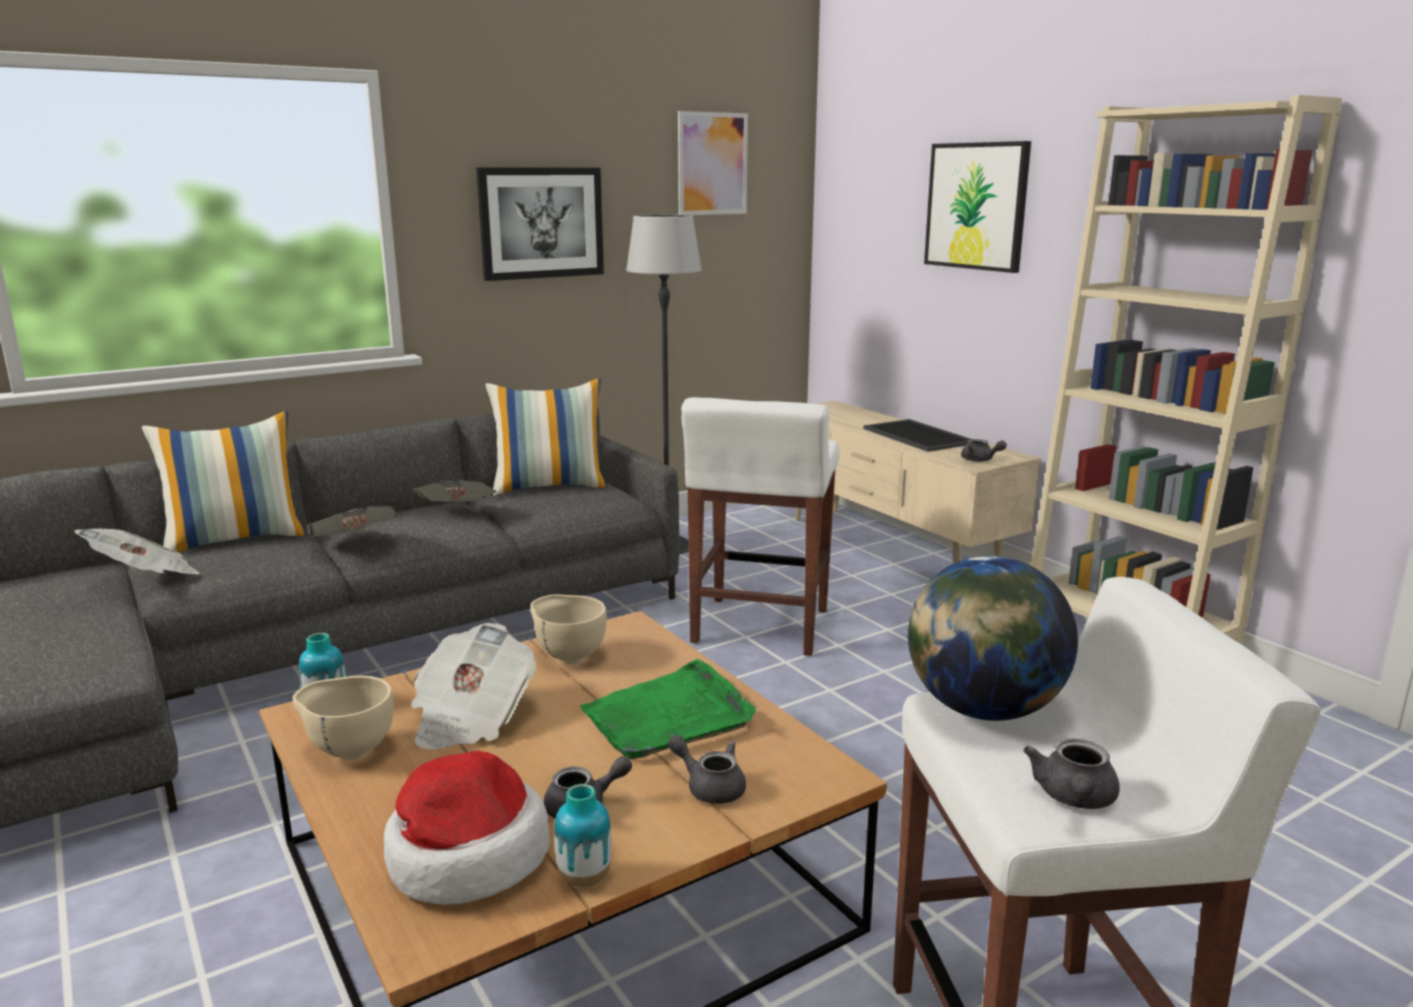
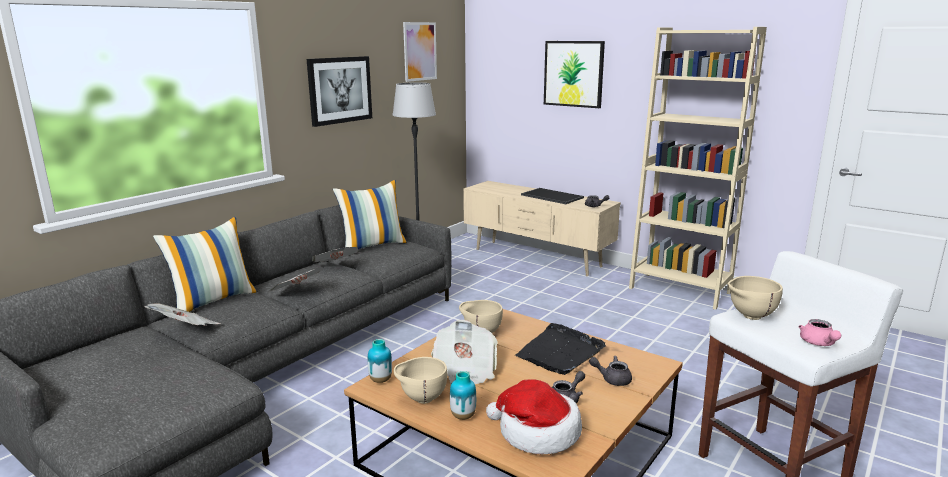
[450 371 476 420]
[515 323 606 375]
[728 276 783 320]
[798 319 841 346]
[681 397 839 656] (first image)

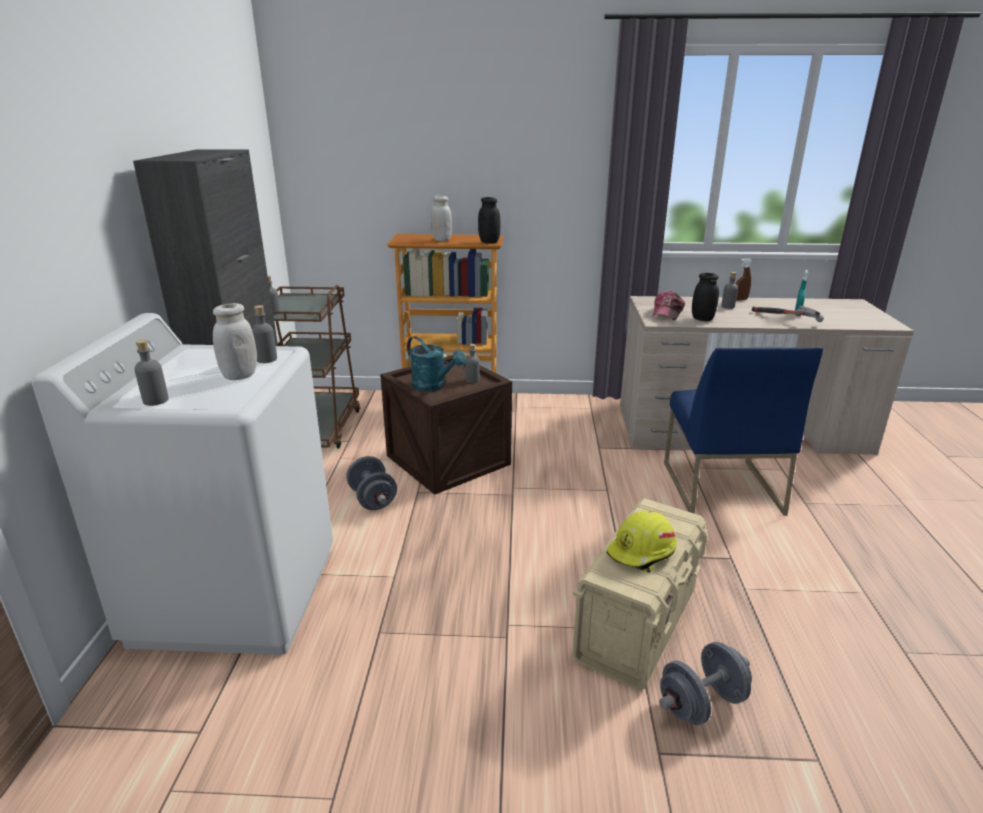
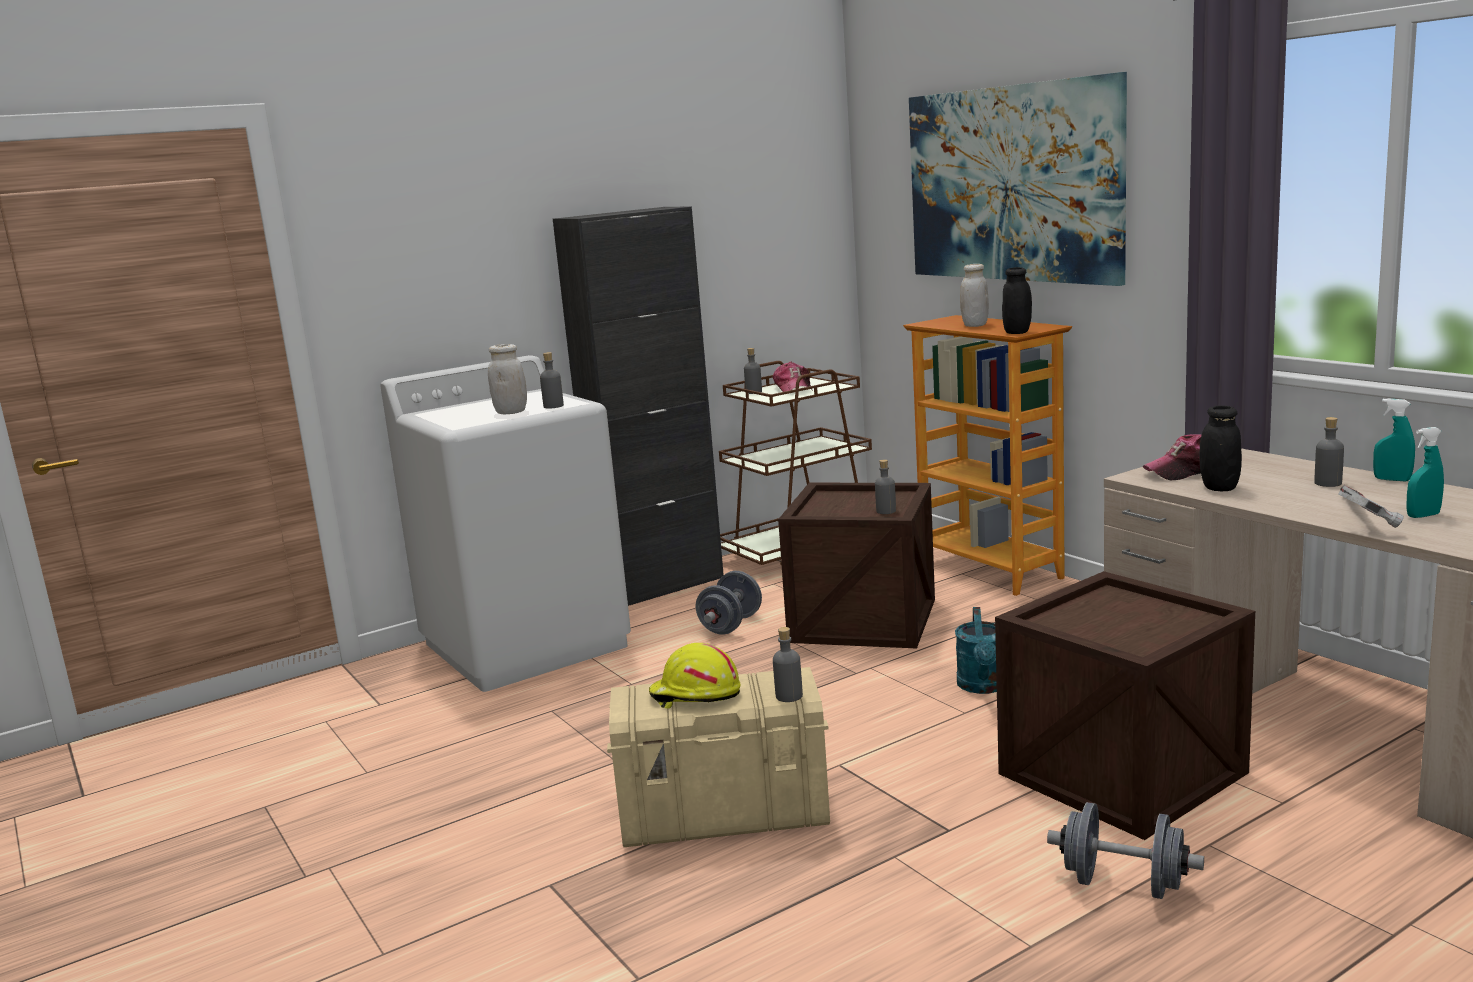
[773 362 813 392]
[773 627 803 702]
[909 72 1127 286]
[955 607 997 694]
[995 571 1255 840]
[1047 802 1204 899]
[1373 398 1415 481]

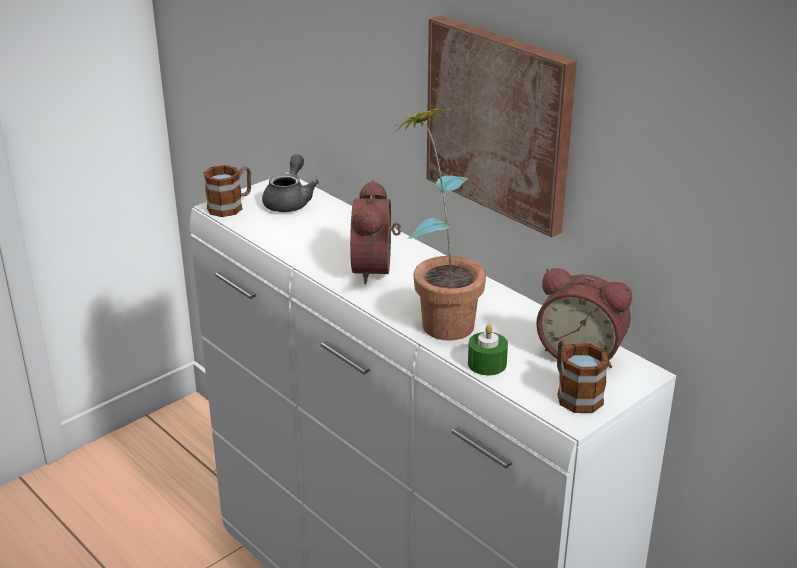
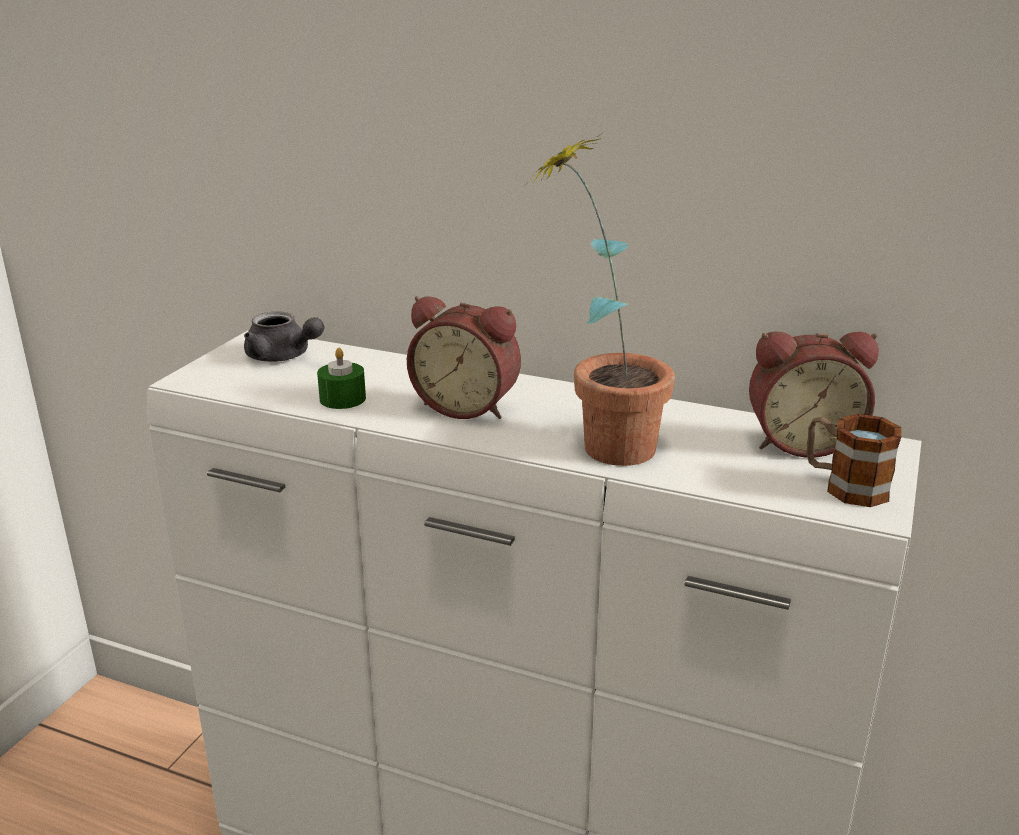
[244 312 324 362]
[317 348 366 409]
[407 296 521 419]
[204 165 251 217] (first image)
[427 15 577 238] (first image)

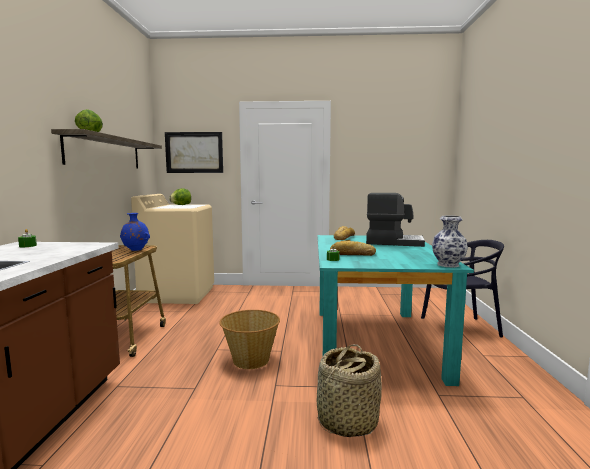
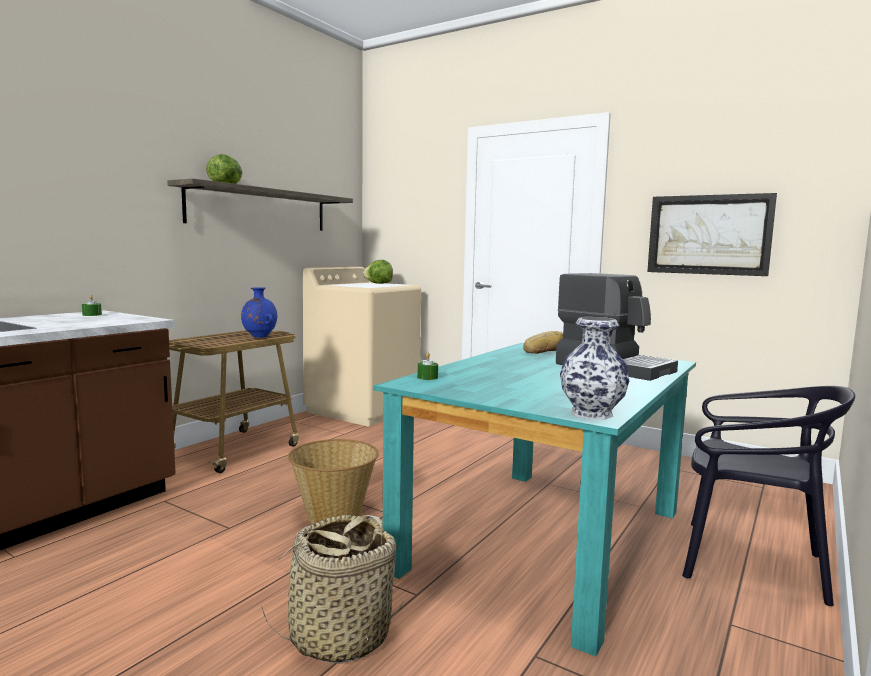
[647 193 777 276]
[330 240 376 256] (first image)

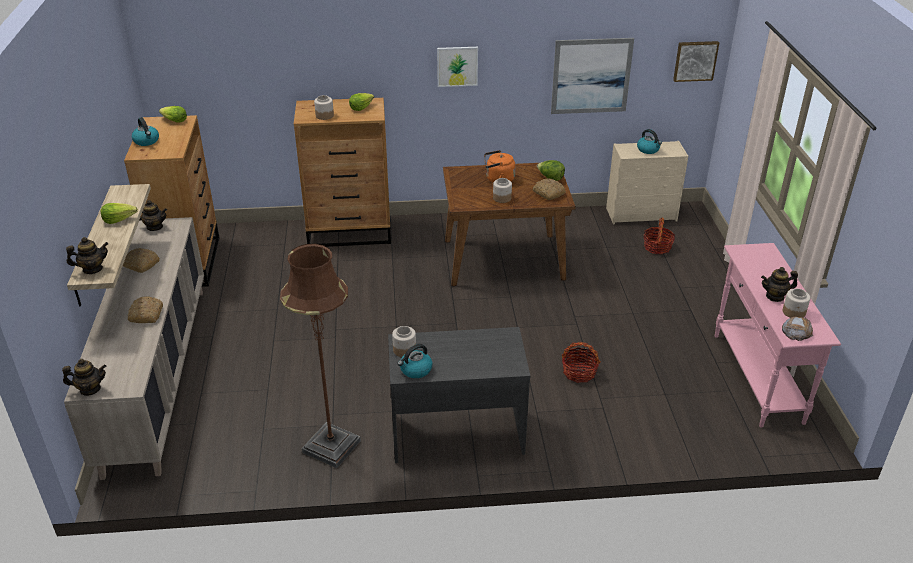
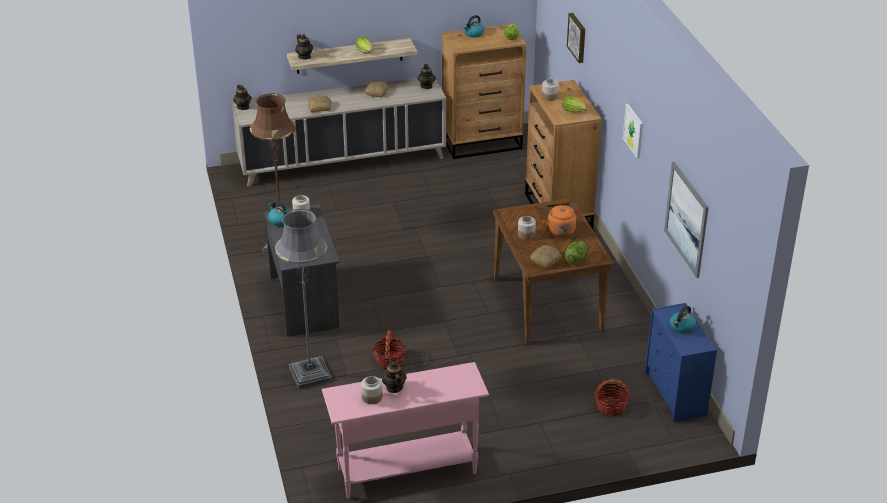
[275 209 332 389]
[567 13 585 63]
[645 303 717 422]
[782 317 813 341] (first image)

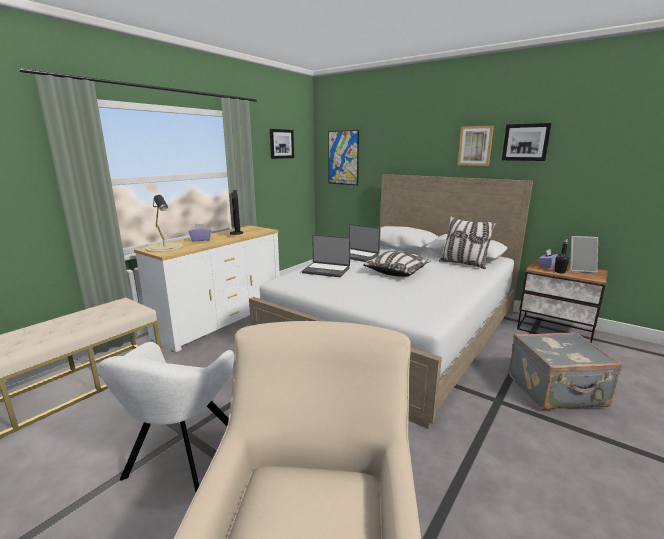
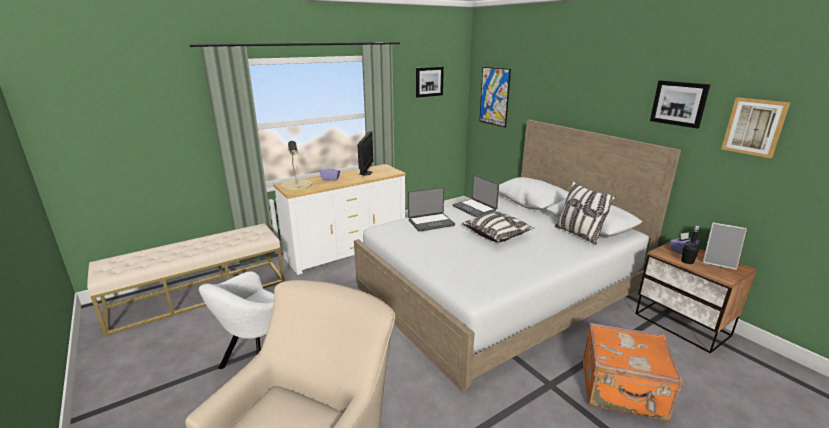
[408 187 455 232]
[583 323 683 421]
[721 97 790 158]

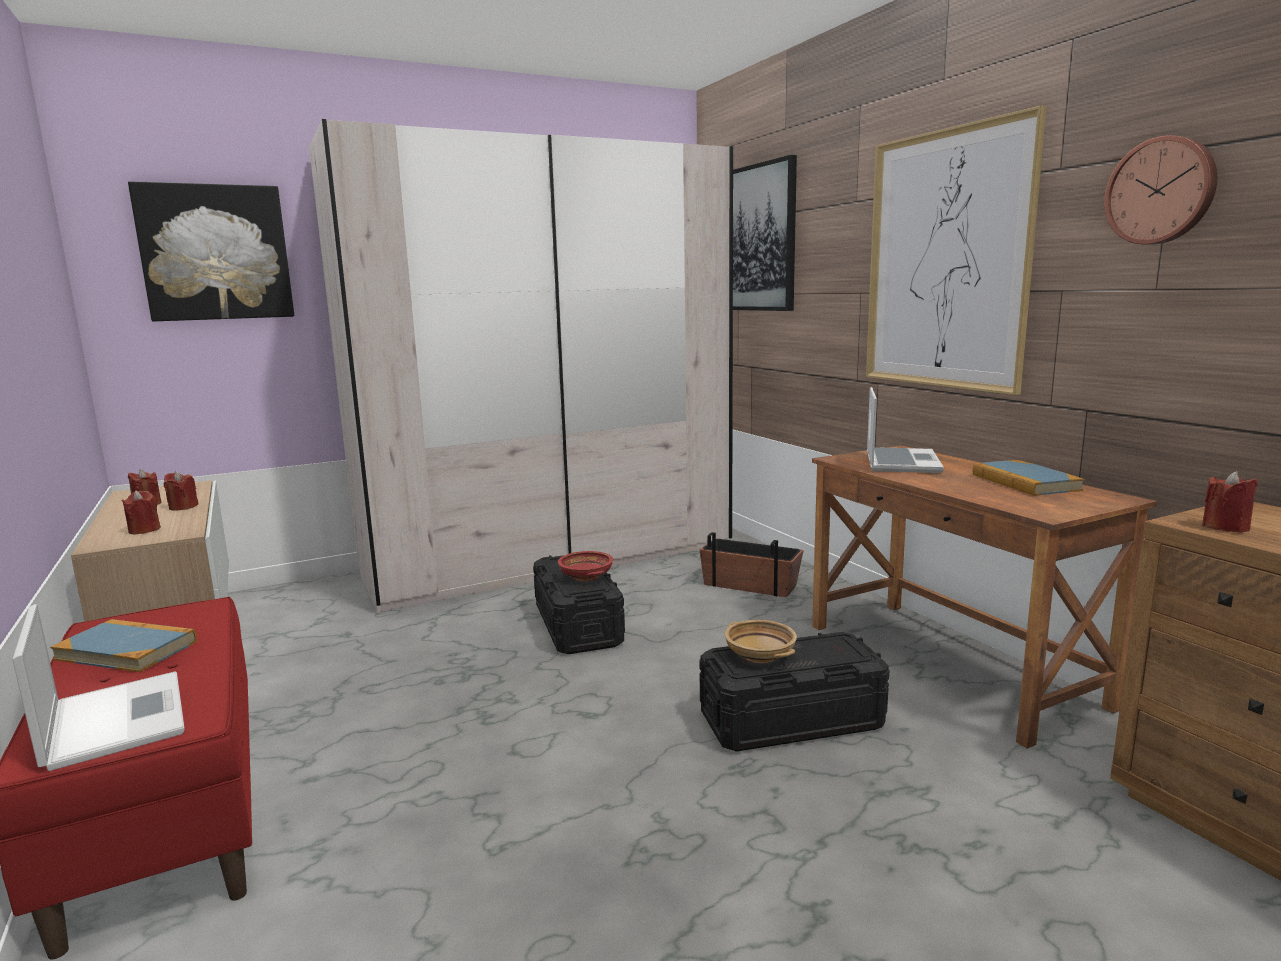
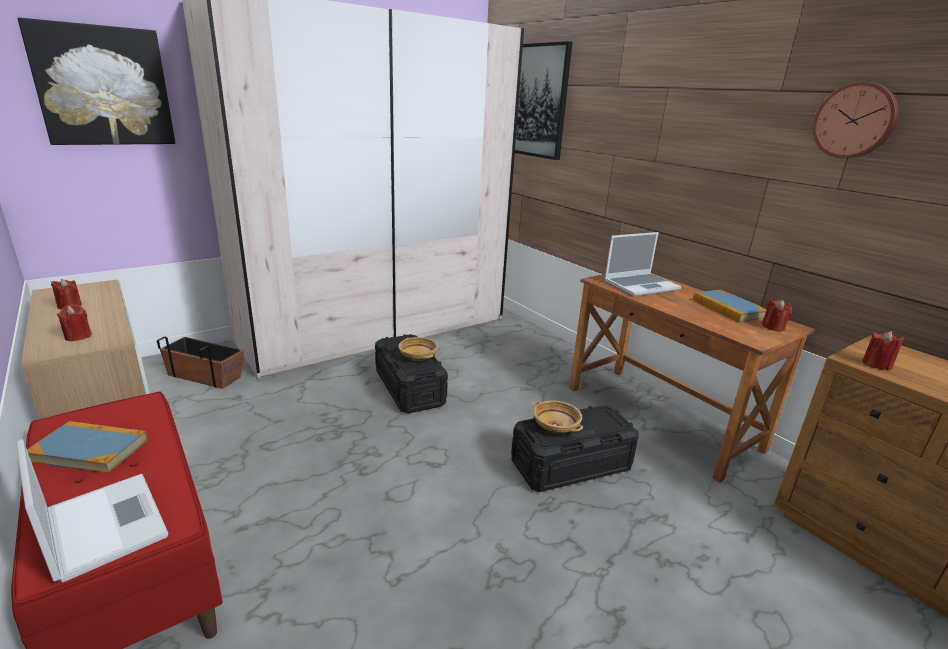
[157 336 244 389]
[398 337 438 361]
[604 232 681 297]
[762 299 792 332]
[866 105 1047 395] (first image)

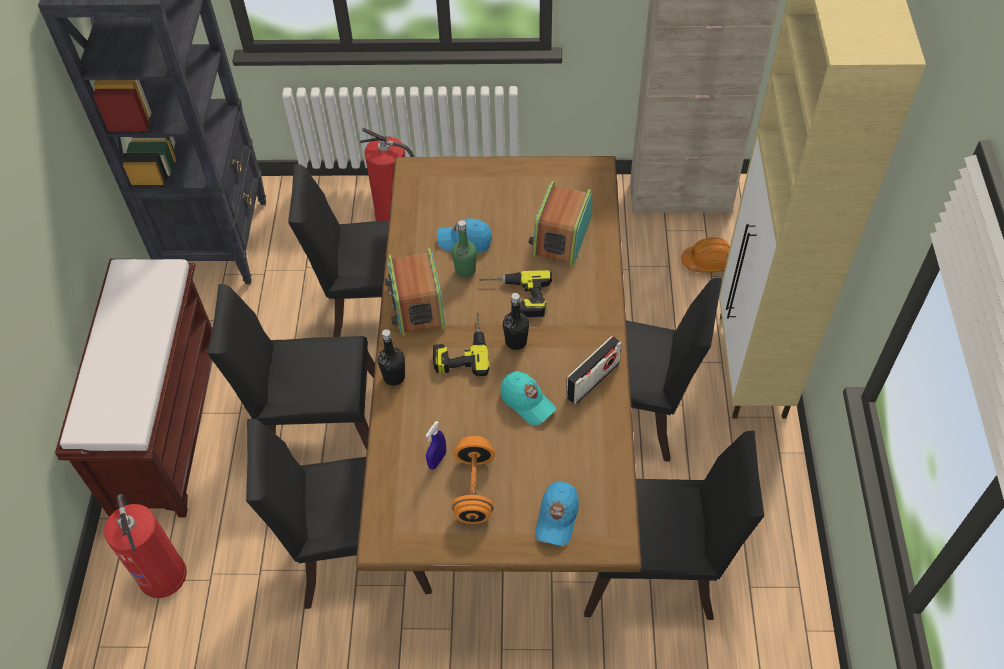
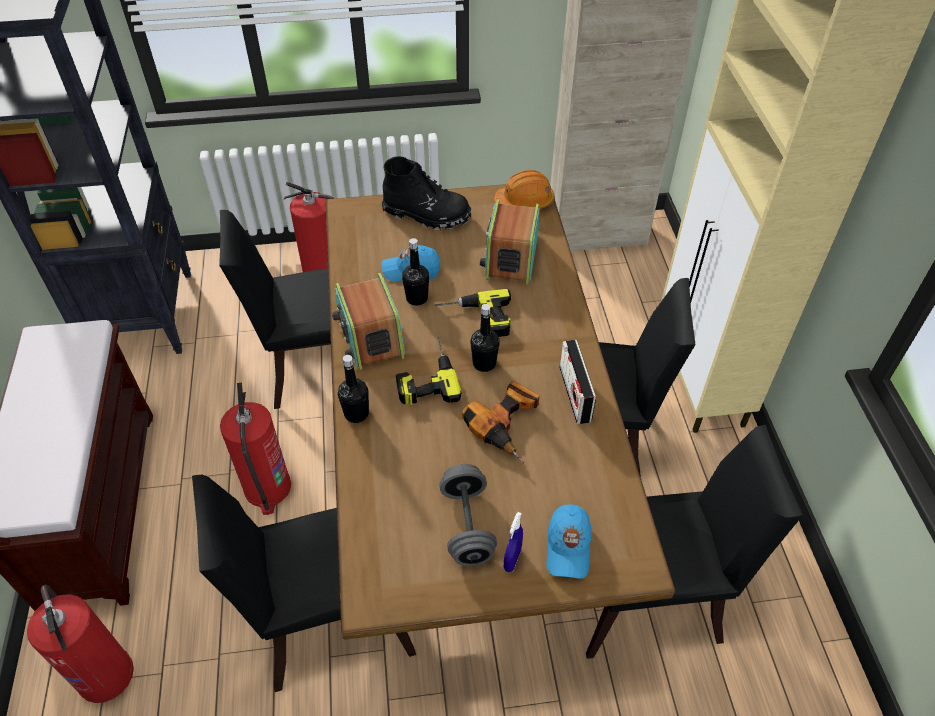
[220 383 291 515]
[382 156 471 230]
[402 238 429 306]
[440 464 497 566]
[462 380 539 463]
[494 170 554 209]
[504 512 523 572]
[559 340 596 424]

